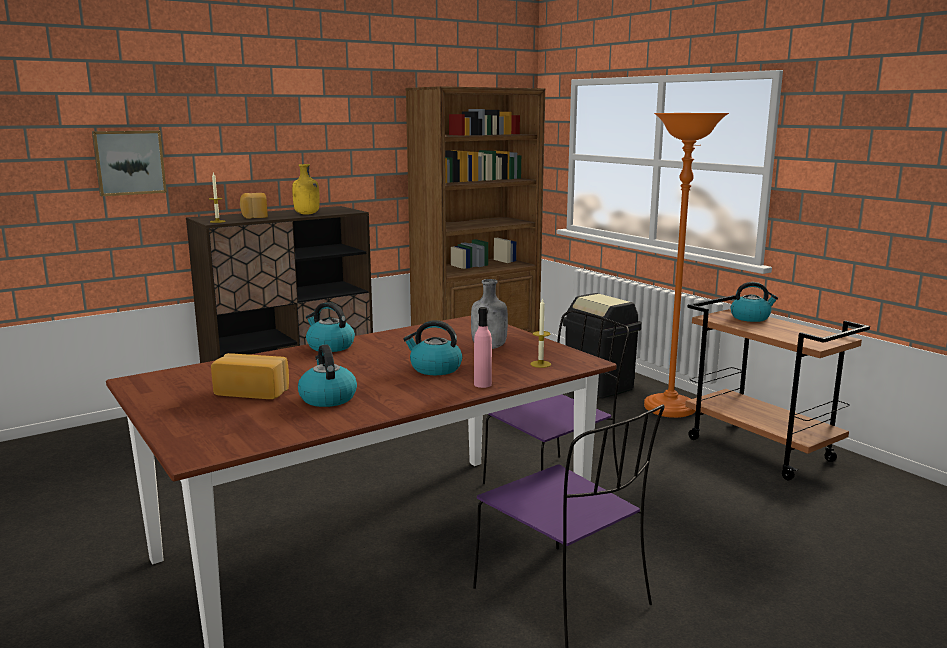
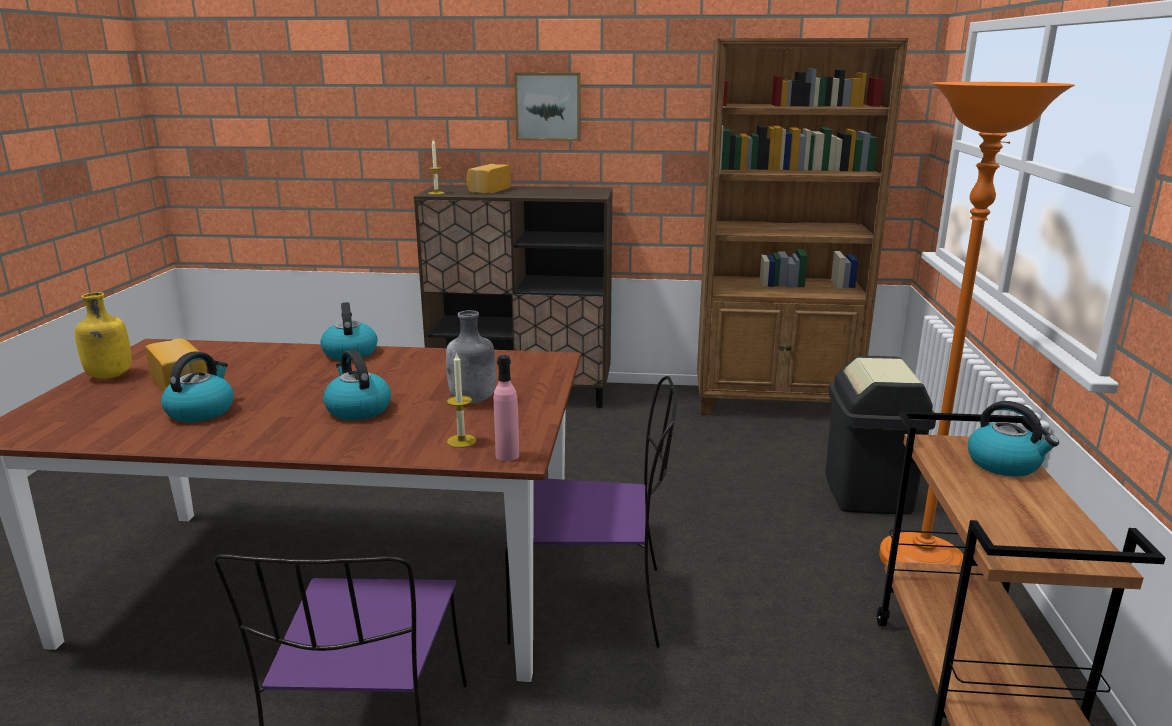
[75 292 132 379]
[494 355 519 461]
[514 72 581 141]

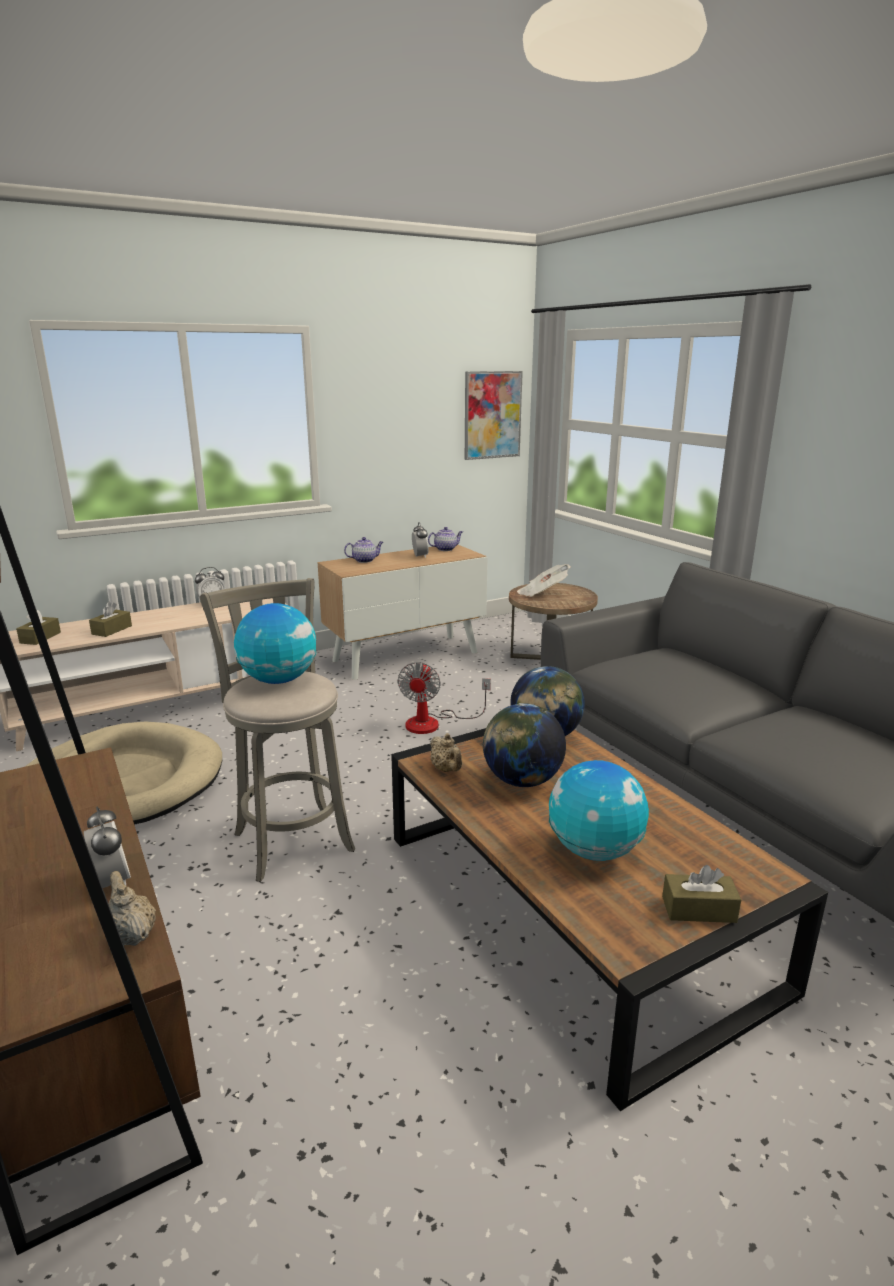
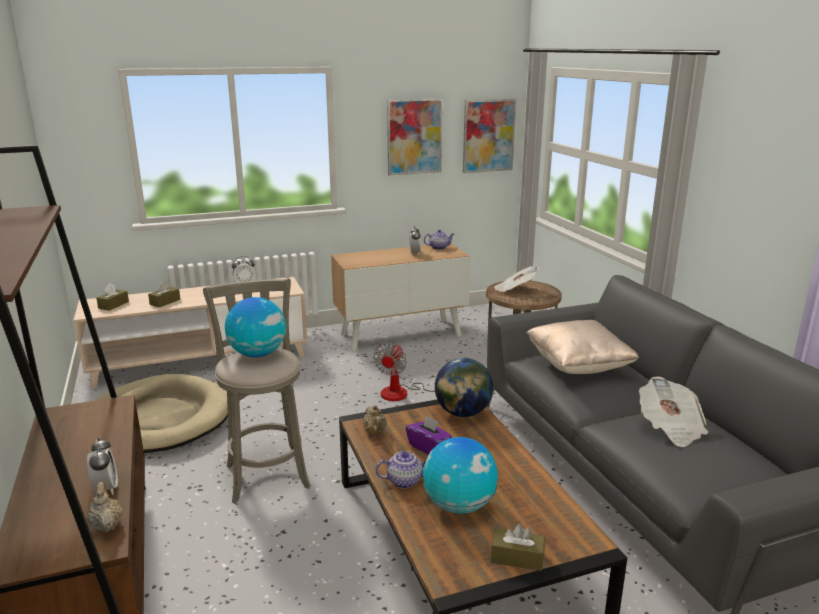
[375 451 427 489]
[387 98 443 175]
[406 415 452 455]
[526 320 639 374]
[639 377 708 447]

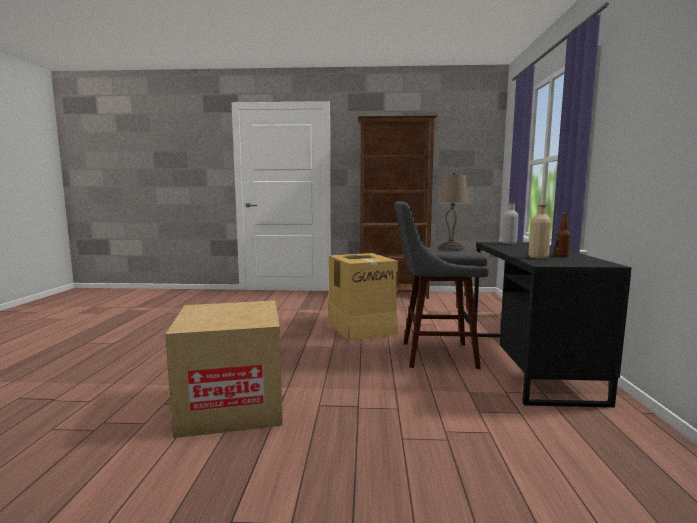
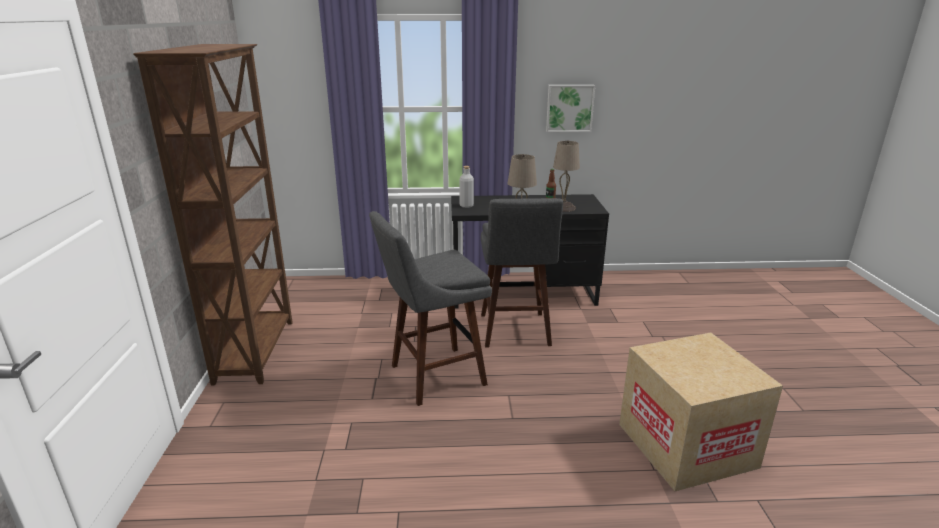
[369 211 492 406]
[546 85 595 132]
[553 140 580 212]

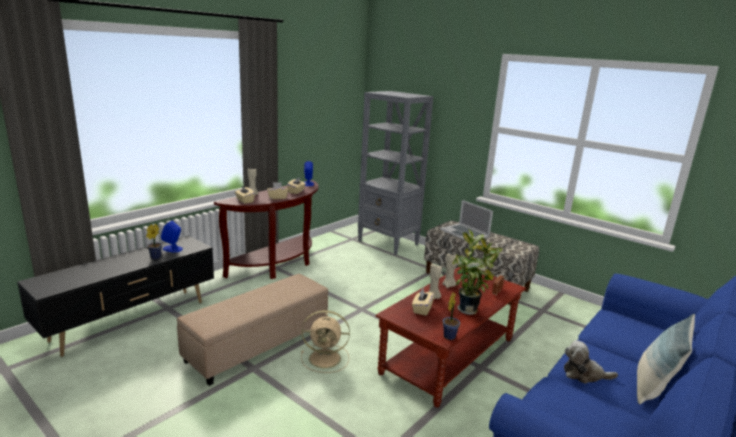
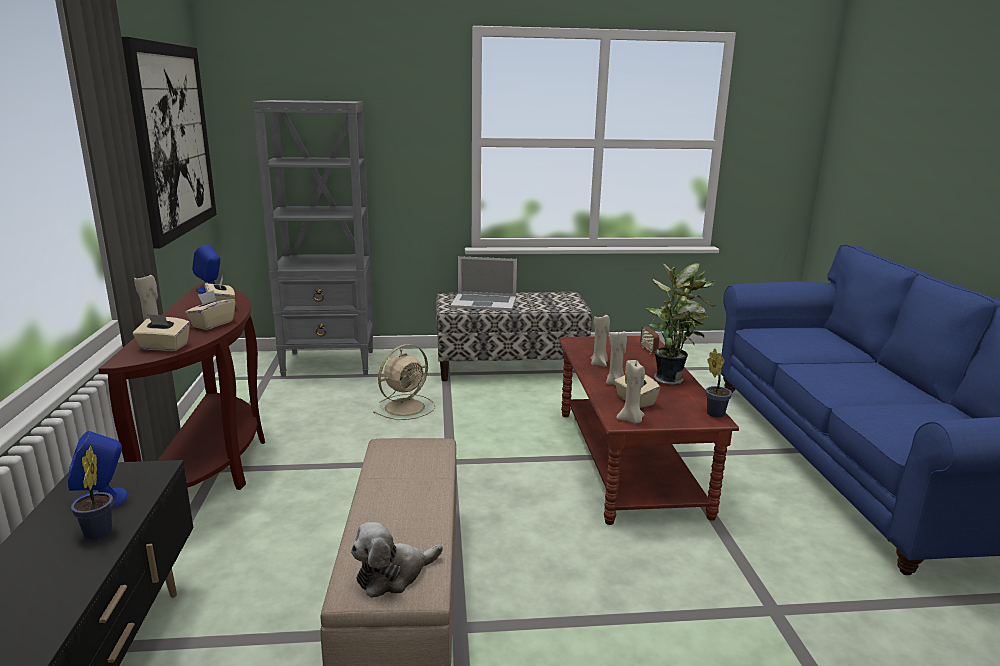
[122 37 217 249]
[351 522 443 598]
[373 344 435 420]
[617 360 645 423]
[637 314 695 404] (first image)

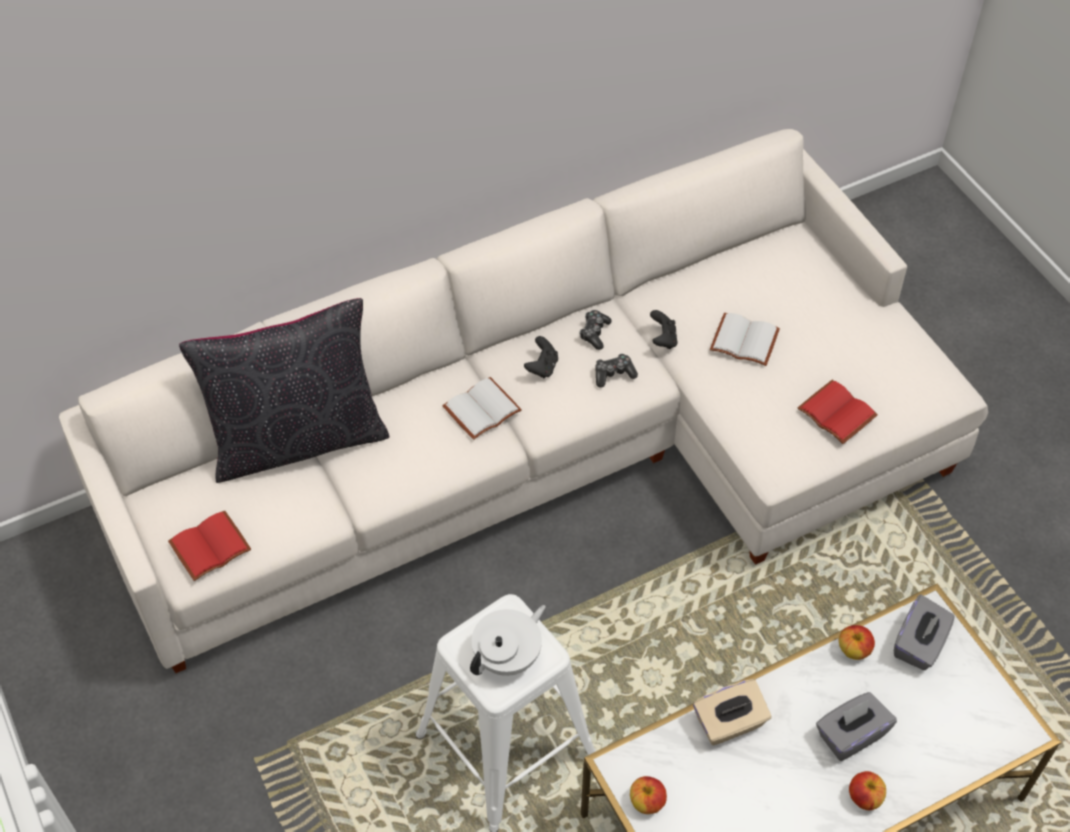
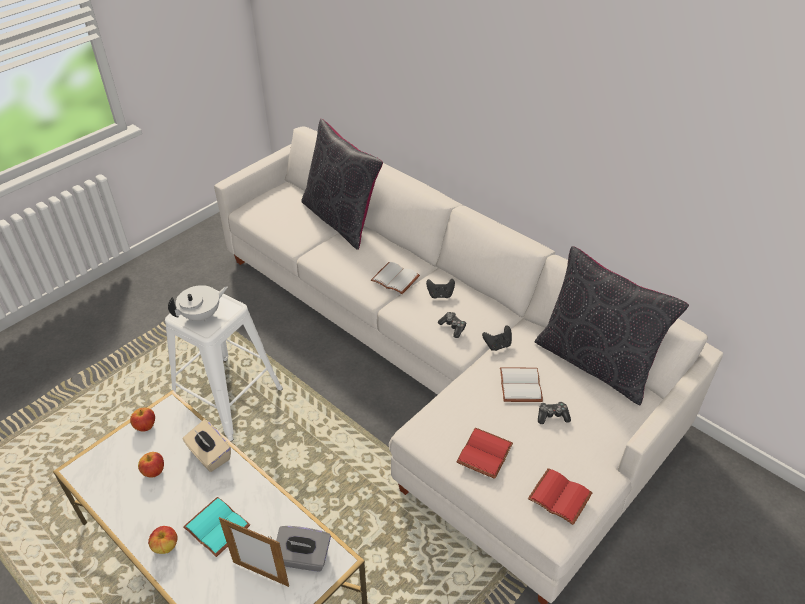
[138 452 164 478]
[168 285 228 322]
[183 497 250 557]
[219 517 289 587]
[528 468 593 525]
[535 246 689 405]
[538 401 571 424]

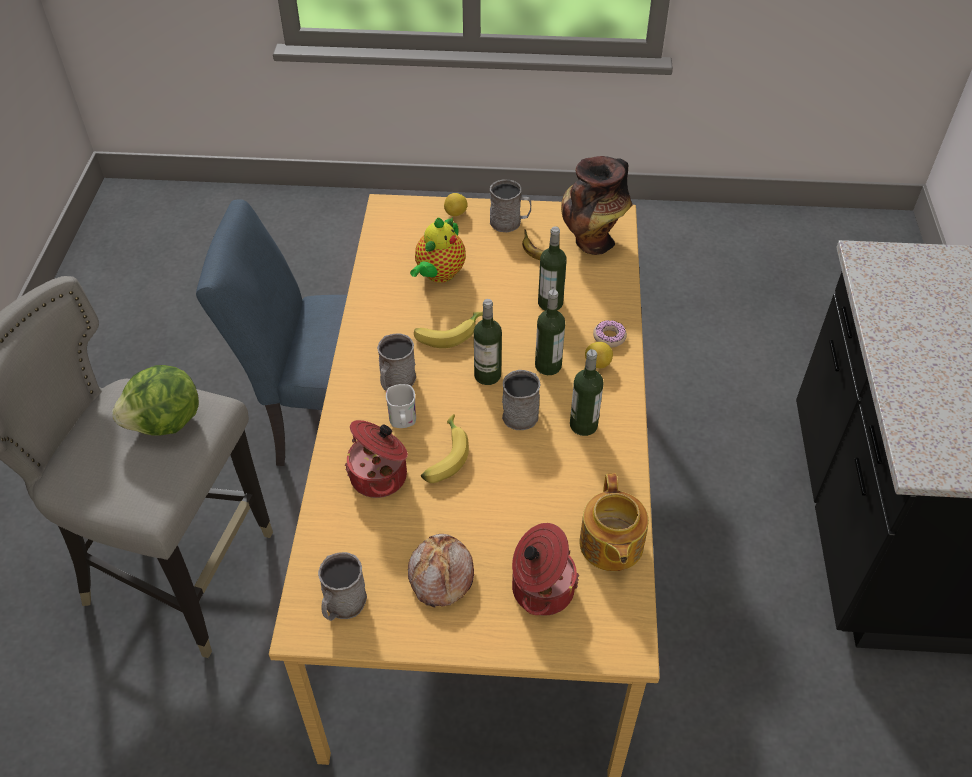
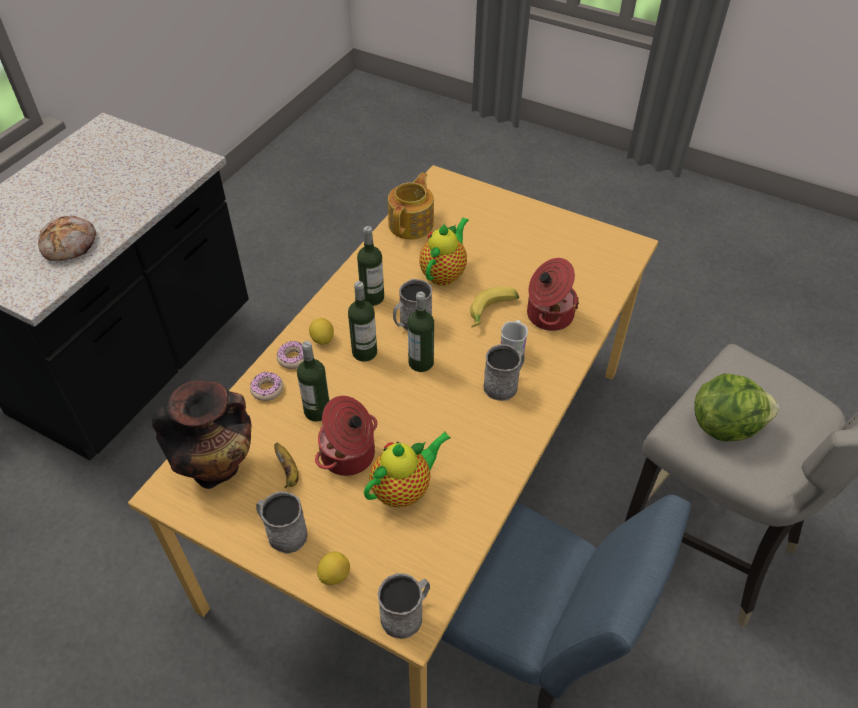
[38 216 96 261]
[250 372 284 401]
[315 396 378 476]
[378 573 430 639]
[419 217 469 286]
[414 312 483 348] (first image)

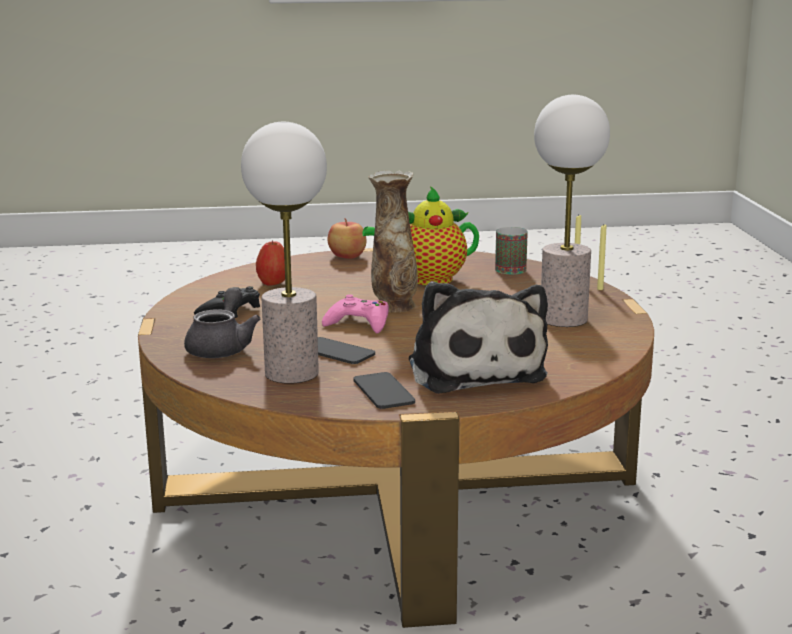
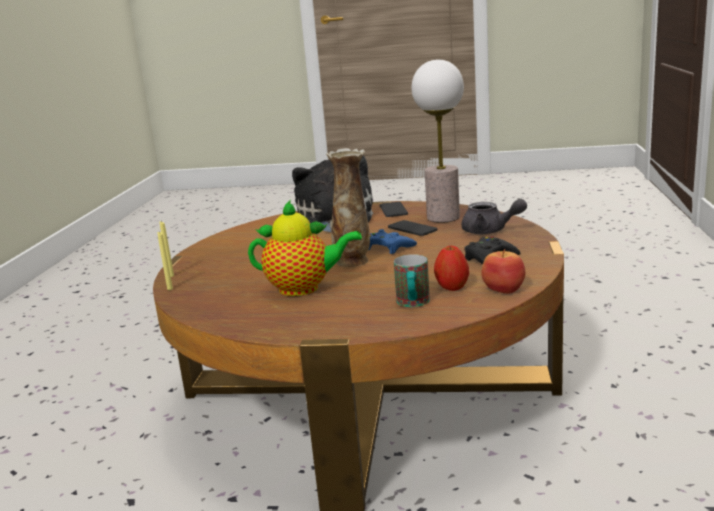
[368 229 417 254]
[394 254 430 307]
[461 199 527 234]
[481 249 526 294]
[534 95 610 327] (first image)

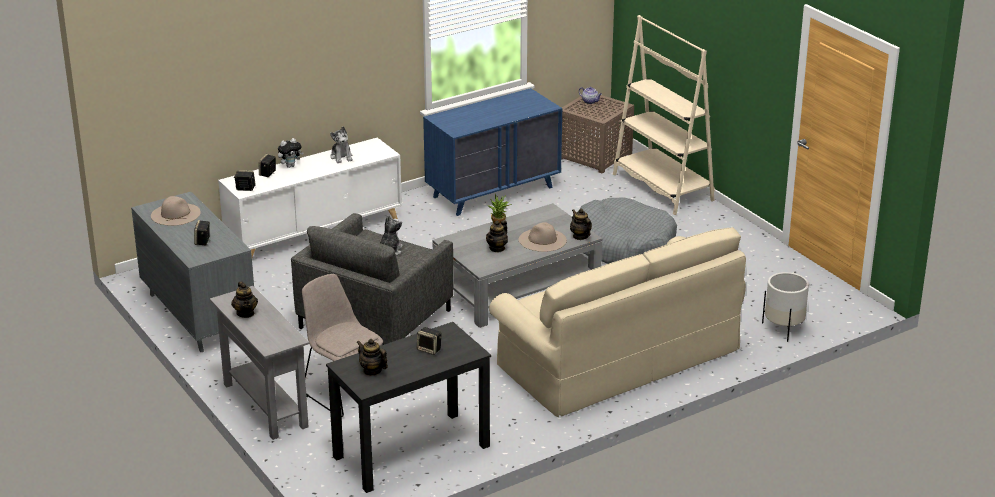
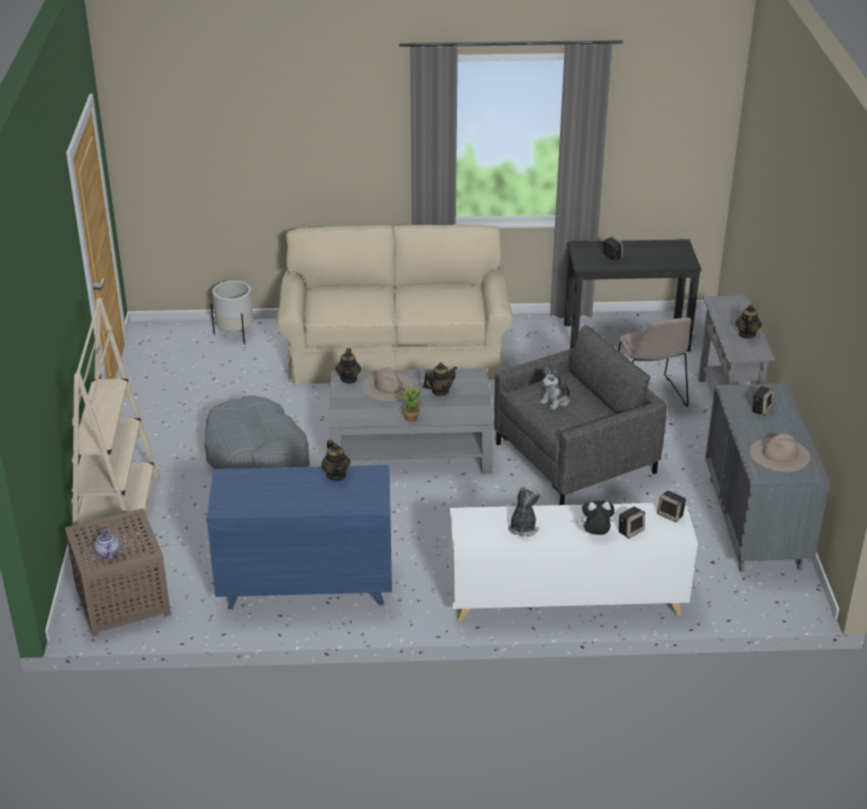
[321 440 350 481]

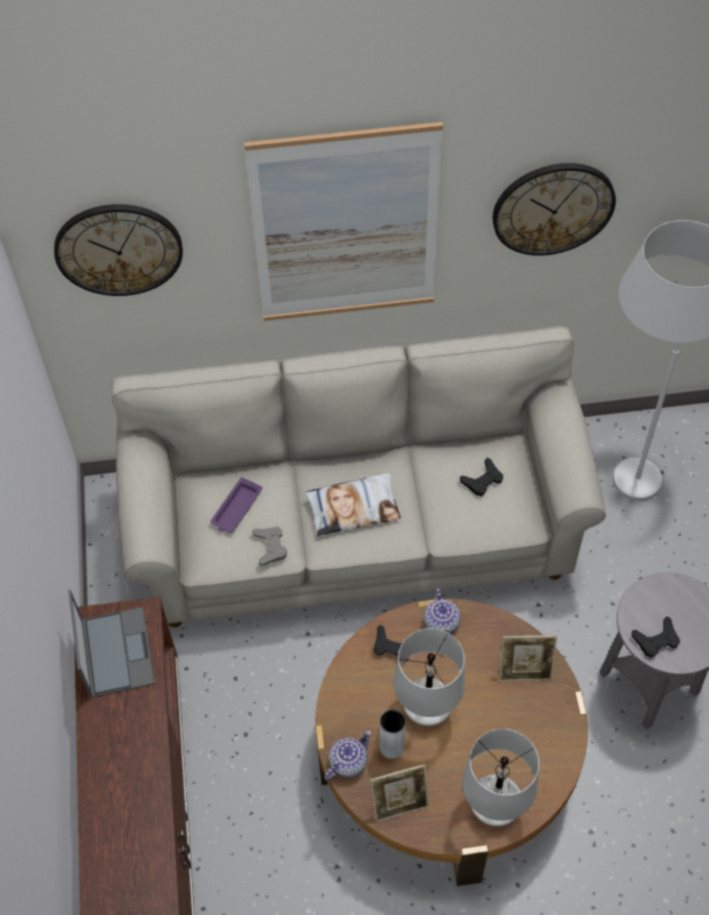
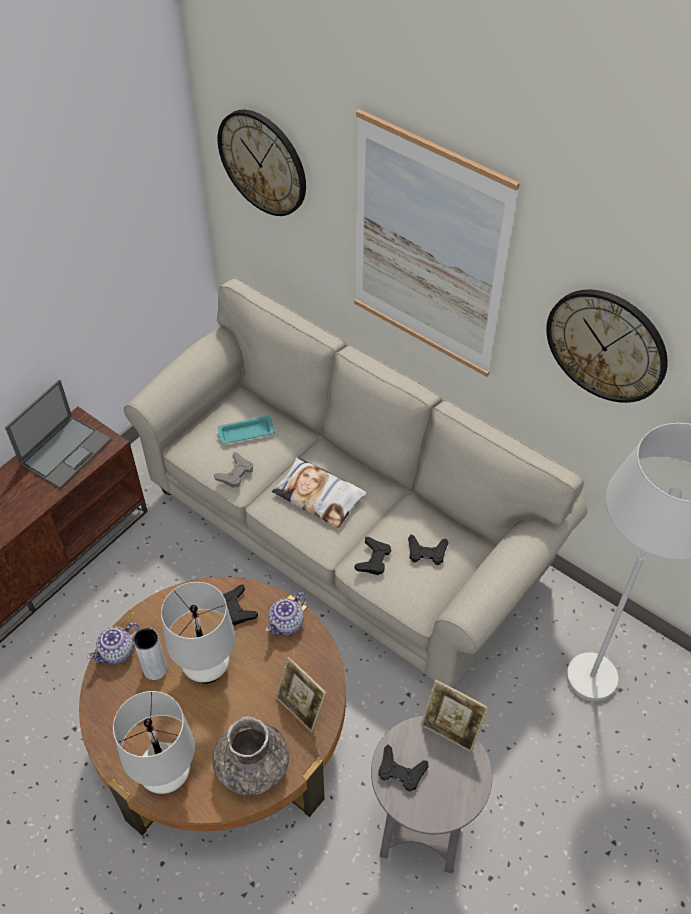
[87 622 139 664]
[213 717 289 796]
[217 415 275 444]
[355 537 391 575]
[421 680 489 752]

